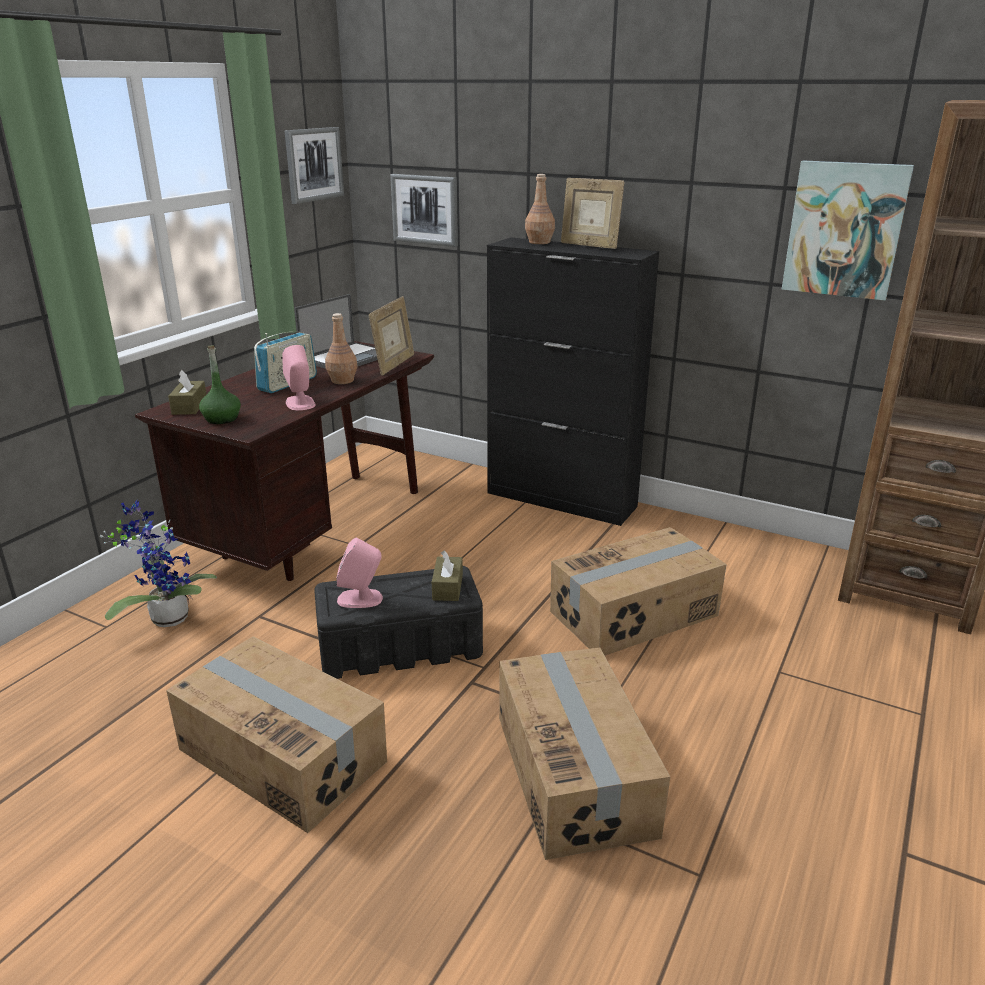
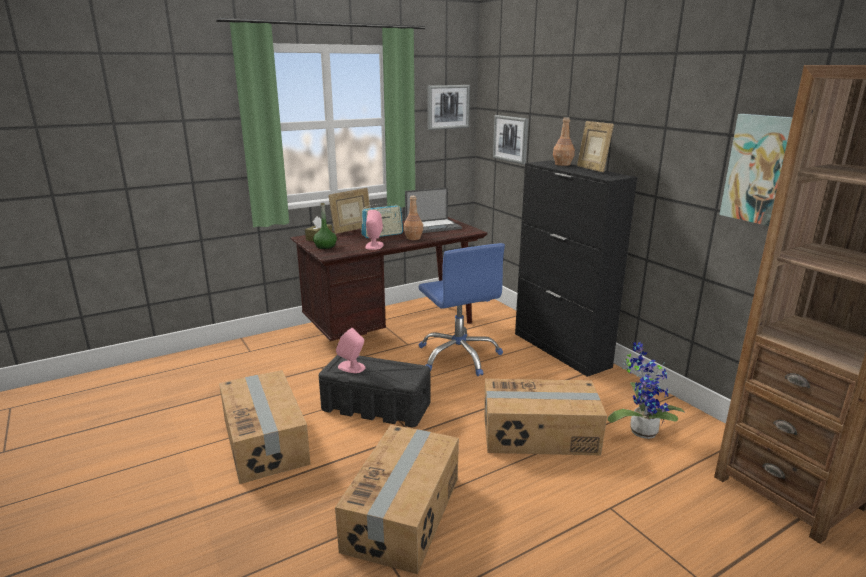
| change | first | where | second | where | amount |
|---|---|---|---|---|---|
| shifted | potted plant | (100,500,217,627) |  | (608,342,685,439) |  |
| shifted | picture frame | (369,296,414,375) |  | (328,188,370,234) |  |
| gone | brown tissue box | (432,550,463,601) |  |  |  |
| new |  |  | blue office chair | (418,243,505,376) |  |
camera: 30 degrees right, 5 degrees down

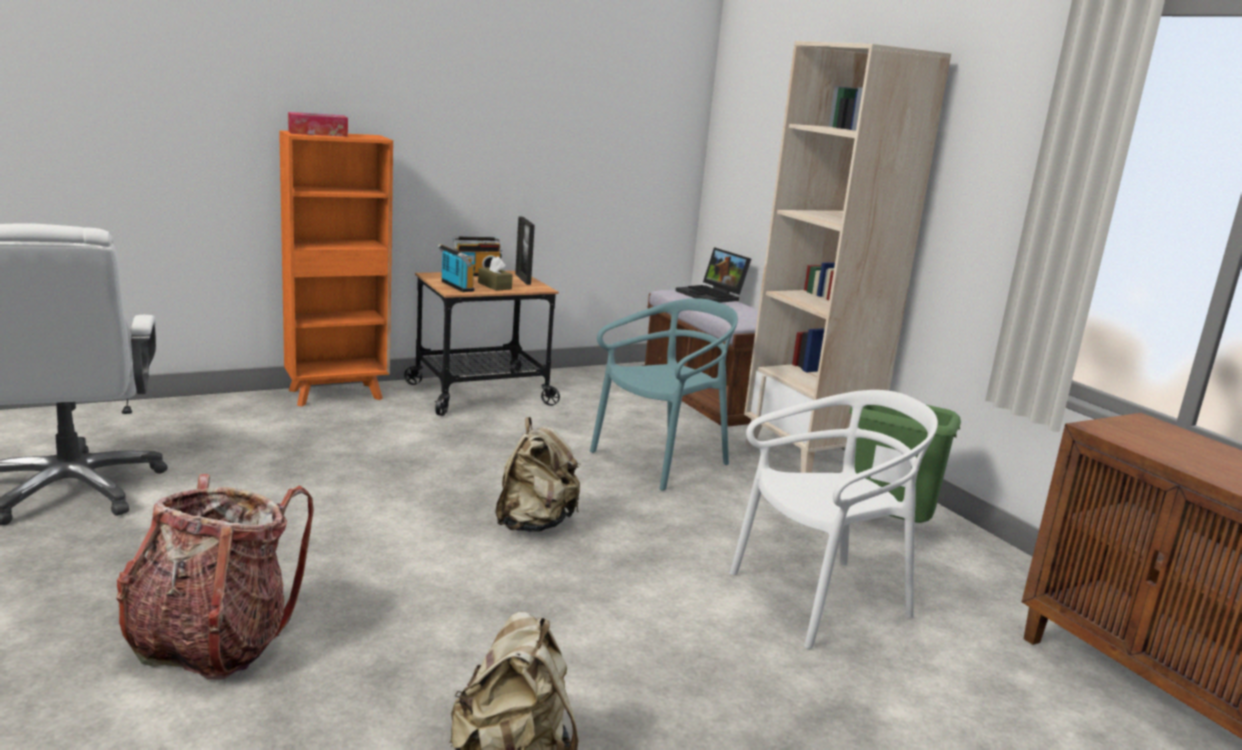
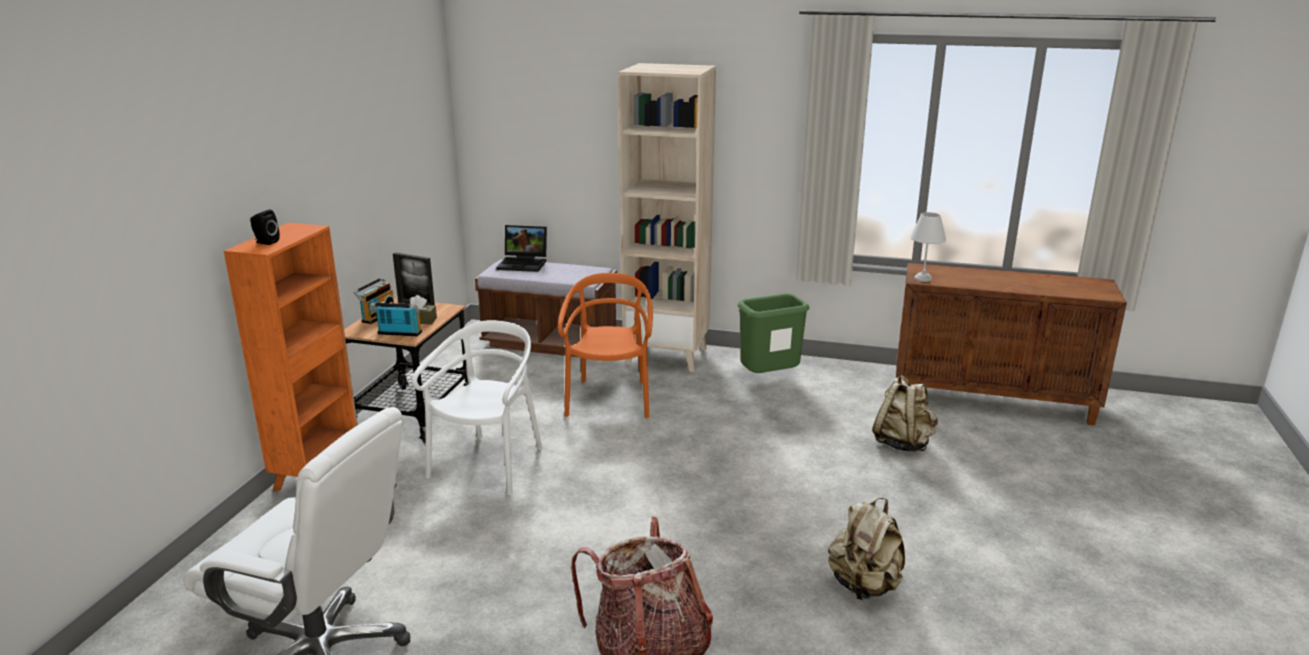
| change | first | where | second | where | amount |
|---|---|---|---|---|---|
| swapped | tissue box | (288,112,348,137) | black speaker | (250,209,280,245) |  |
| shifted | beige backpack | (495,417,580,532) |  | (872,375,938,452) |  |
| repainted | turquoise chair | (590,298,738,491) | orange chair | (558,273,653,418) |  |
| shifted | white chair | (729,390,938,649) |  | (412,320,542,495) |  |
| new |  |  | white table lamp | (910,212,946,282) |  |
camera: 45 degrees left, 5 degrees up

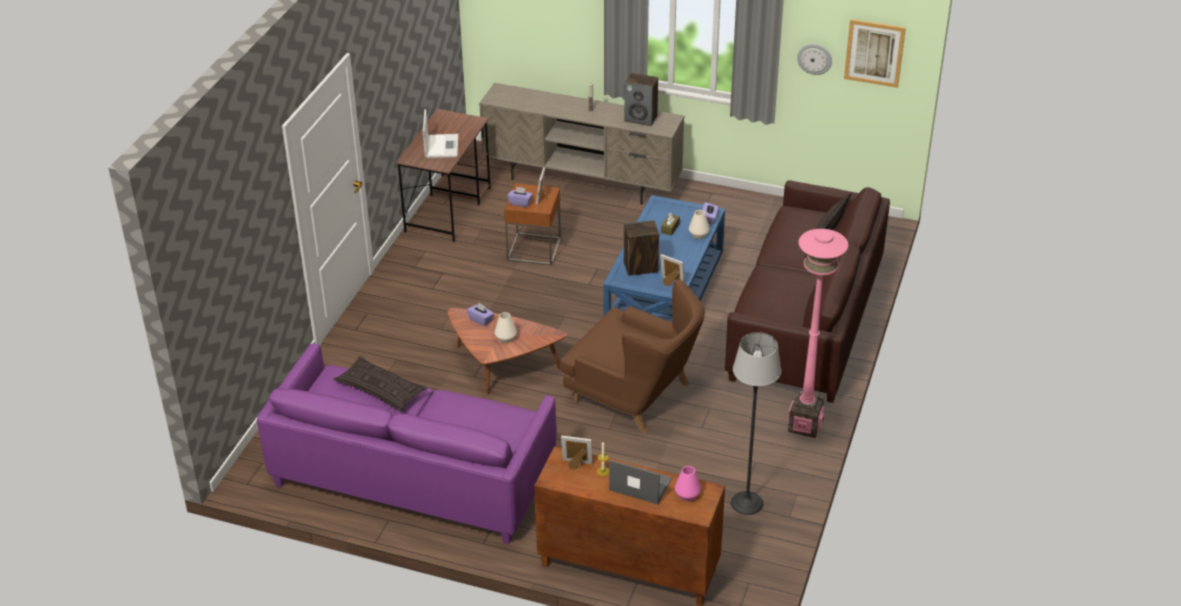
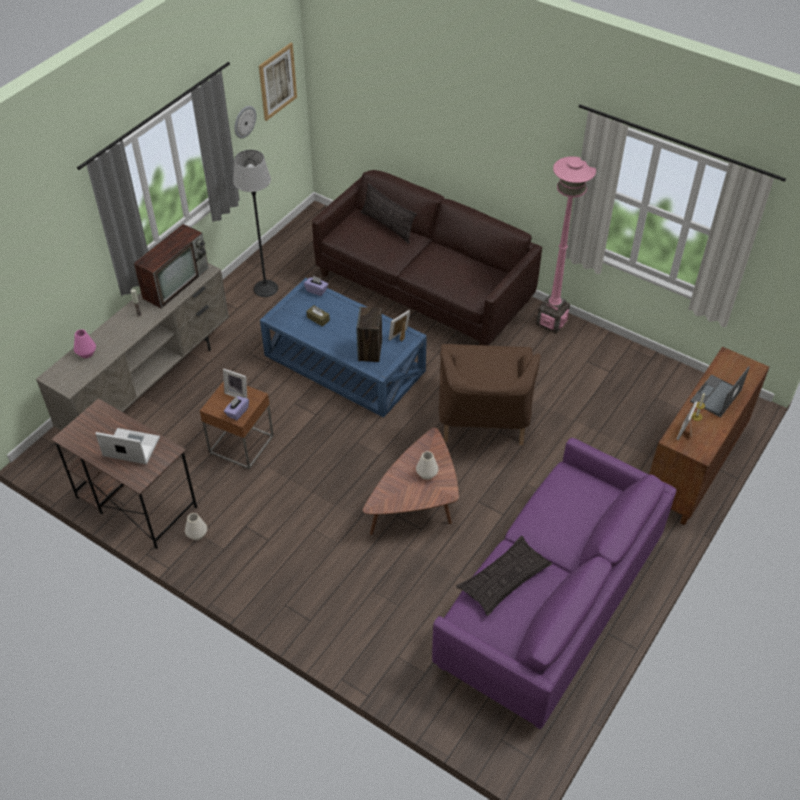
| change | first | where | second | where | amount |
|---|---|---|---|---|---|
| gone | purple tissue box | (467,302,494,326) |  |  |  |
| rotated | brown armchair | (561,279,705,433) |  | (439,344,541,445) | 135 degrees clockwise |
| swapped | speaker | (624,73,658,126) | television | (134,224,209,309) |  |
| shifted | pink vase | (675,466,701,501) |  | (74,329,96,358) |  |
| shifted | white vase | (689,210,710,239) |  | (185,513,207,540) |  |
| shifted | floor lamp | (731,332,781,515) |  | (233,150,278,297) |  |
camera: 75 degrees left, 10 degrees up

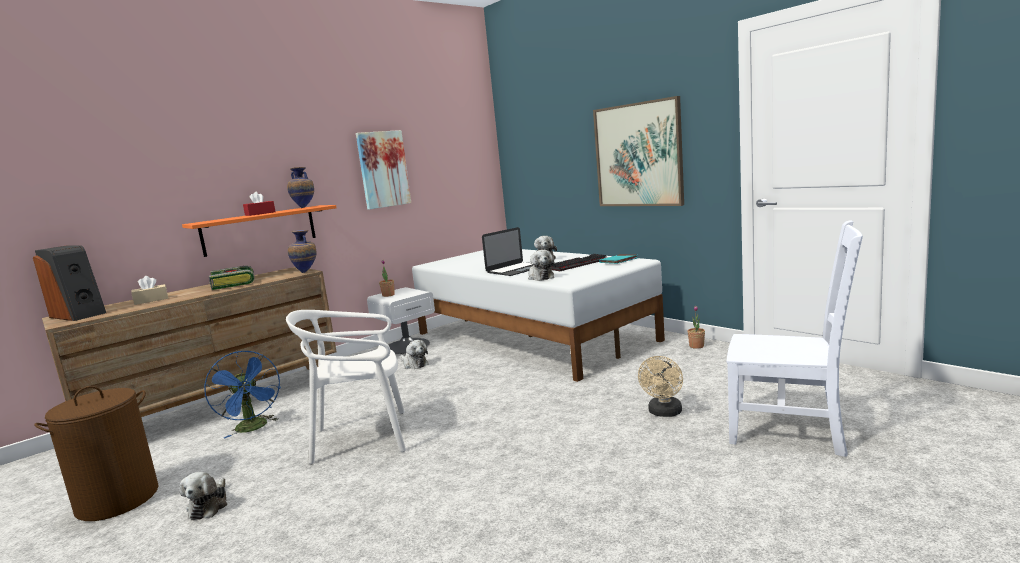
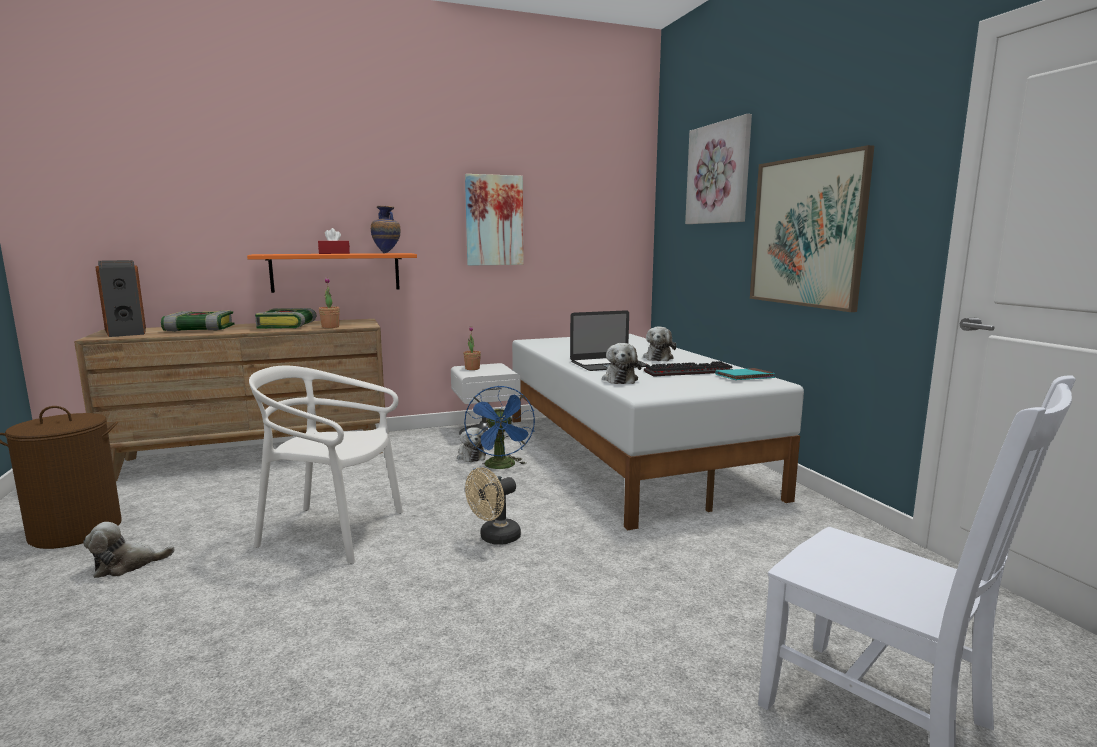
| change | first | where | second | where | amount |
|---|---|---|---|---|---|
| swapped | beige tissue box | (131,276,168,305) | book | (161,311,234,332) |  |
| rotated | plush toy | (179,472,227,520) |  | (84,522,175,578) | 45 degrees clockwise |
| shifted | blue fan | (204,351,281,438) |  | (464,386,535,469) |  |
| gone | vase | (288,230,316,273) |  |  |  |
| shifted | beige fan | (638,356,683,417) |  | (465,468,521,545) |  |
| shifted | potted plant | (687,306,705,349) |  | (319,277,340,328) |  |
| new |  |  | picture | (685,114,752,224) |  |
camera: 20 degrees right, 0 degrees up

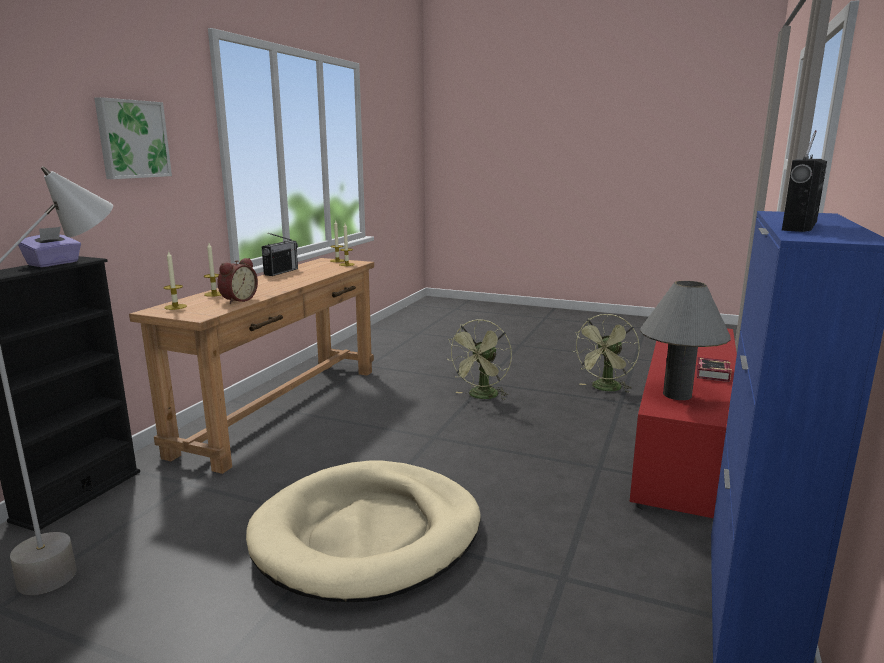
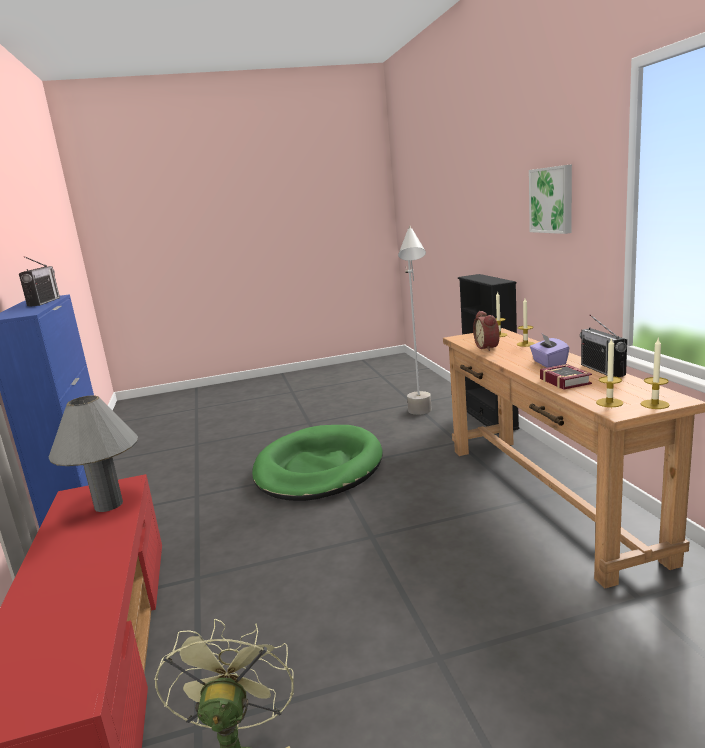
| change | first | where | second | where | amount |
|---|---|---|---|---|---|
| shifted | purple tissue box | (18,227,81,267) |  | (530,334,569,368) |  |
| repainted | beige dog bed | (246,461,481,602) | green dog bed | (252,425,382,501) |  |
| gone | green fan | (448,319,512,400) |  |  |  |
| shifted | book | (697,357,732,382) |  | (540,364,592,390) |  |
camera: 145 degrees right, 0 degrees up

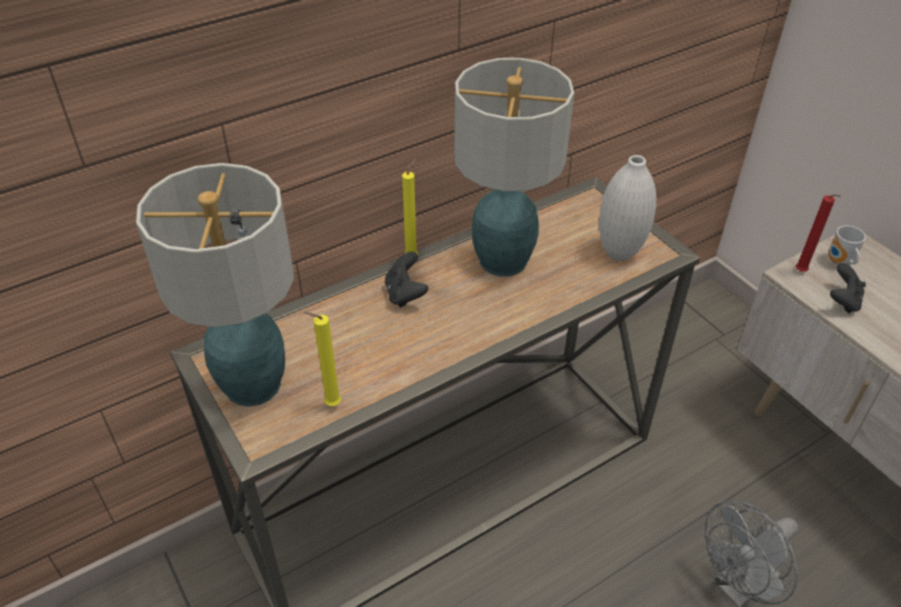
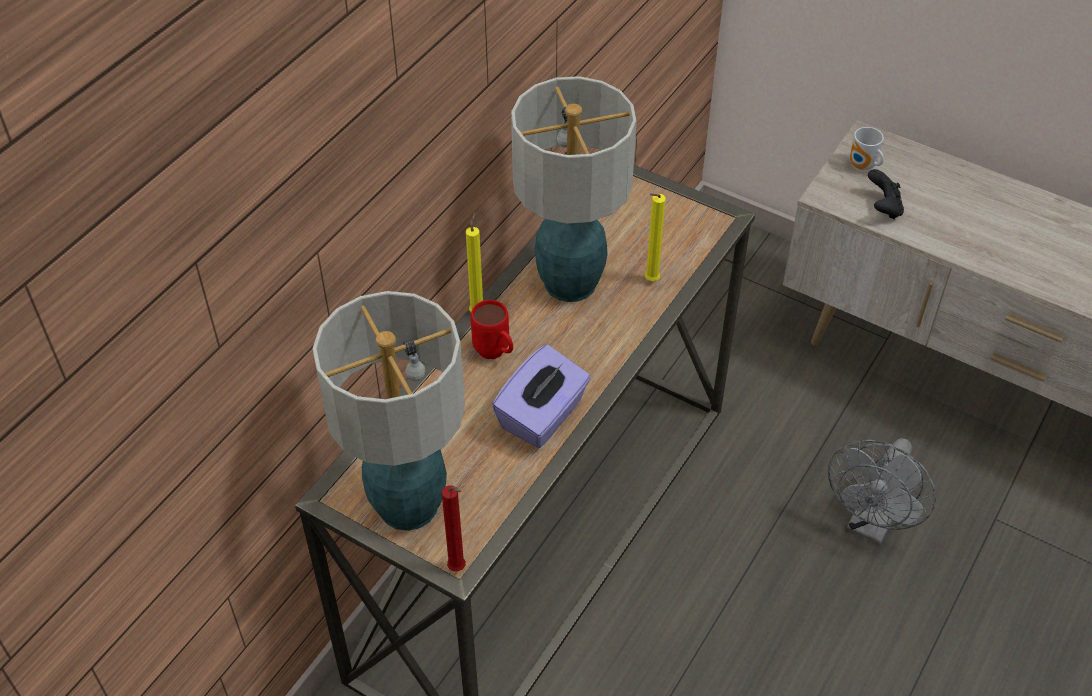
| change | first | where | second | where | amount |
|---|---|---|---|---|---|
| shifted | yellow candle | (304,312,341,406) |  | (645,194,666,281) |  |
| swapped | black game controller | (385,252,428,307) | red mug | (471,300,513,359) |  |
| gone | white vase | (599,155,656,261) |  |  |  |
| shifted | red candle | (796,194,841,272) |  | (442,486,466,571) |  |
| new |  |  | purple tissue box | (492,344,591,448) |  |
camera: 25 degrees left, 5 degrees up

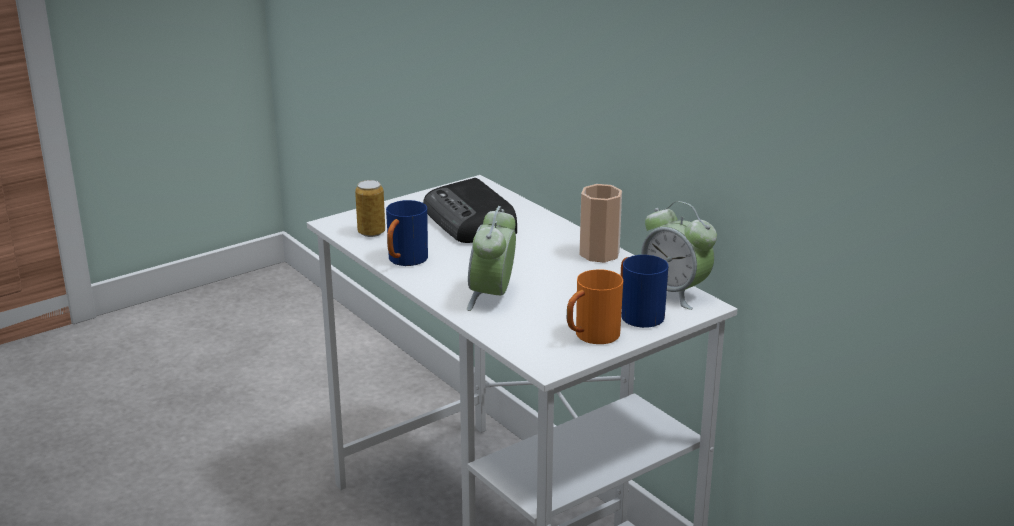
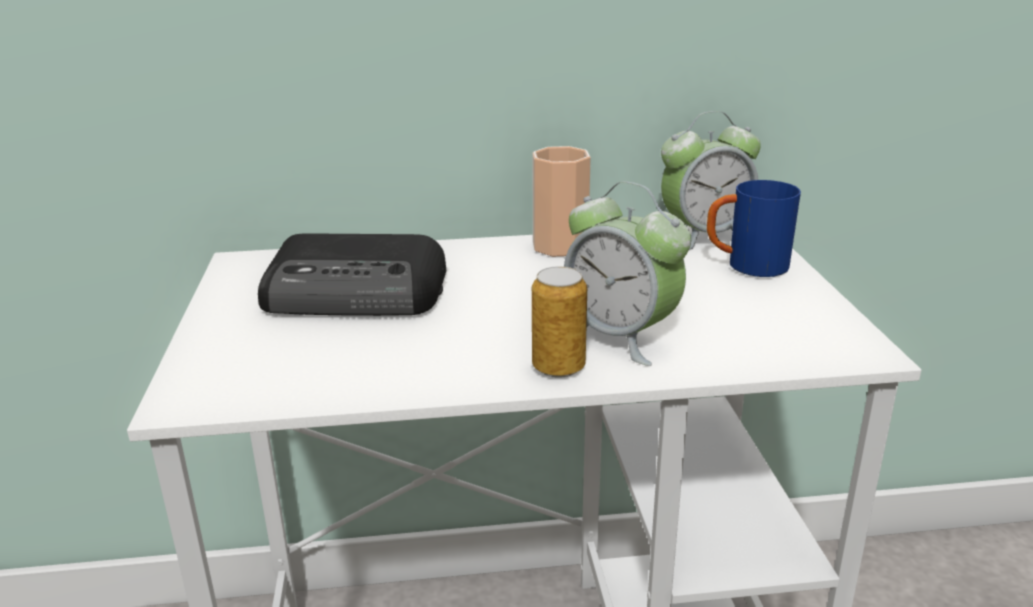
| change | first | where | second | where | amount |
|---|---|---|---|---|---|
| shifted | can | (355,180,385,237) |  | (532,266,587,378) |  |
| gone | blue mug | (386,200,428,266) |  |  |  |
| gone | orange mug | (567,269,623,344) |  |  |  |
camera: 60 degrees left, 0 degrees up

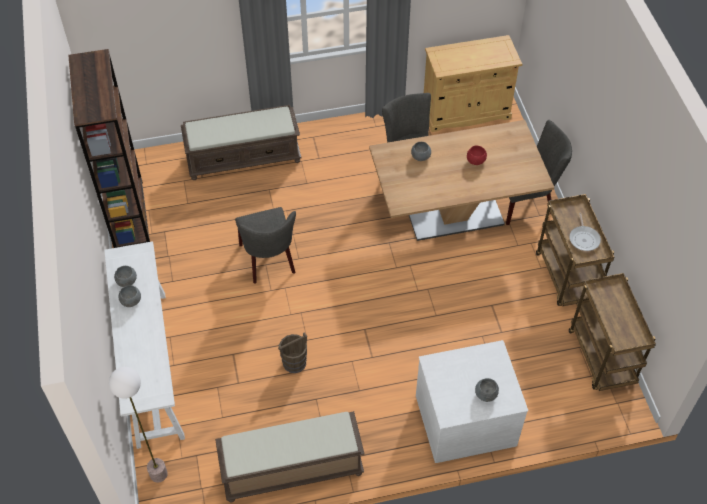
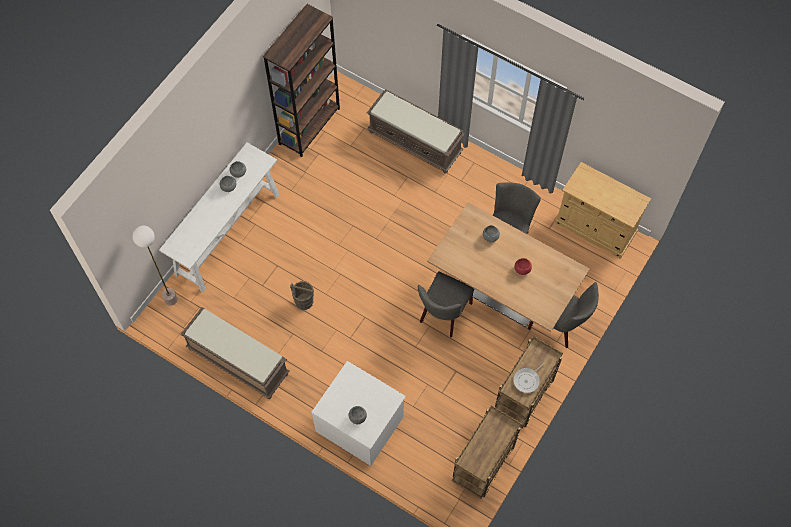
| change | first | where | second | where | amount |
|---|---|---|---|---|---|
| shifted | grey chair | (235,207,296,284) |  | (418,271,475,337) |  |
camera: 45 degrees right, 10 degrees up

